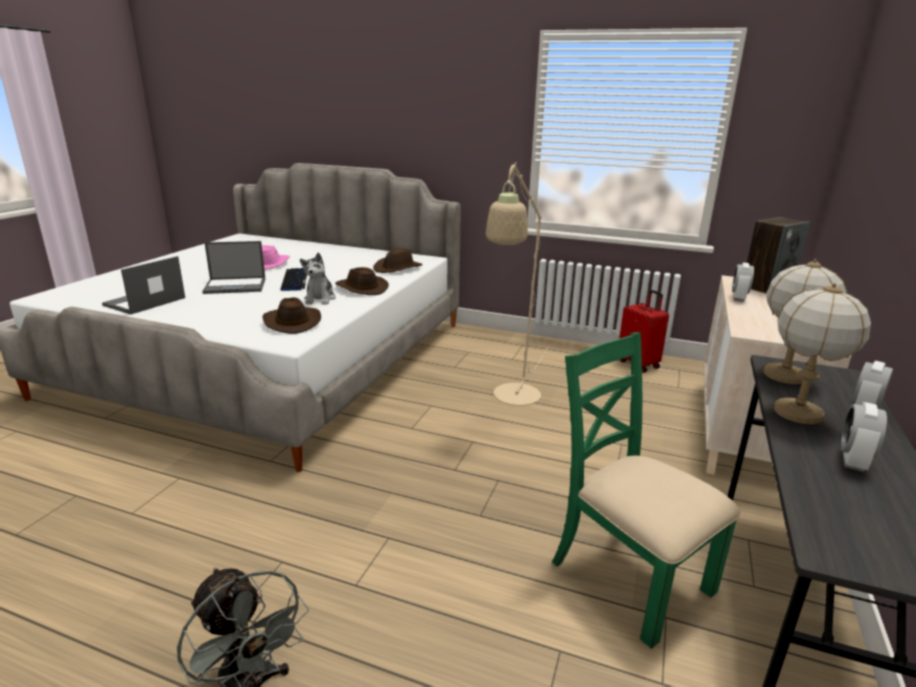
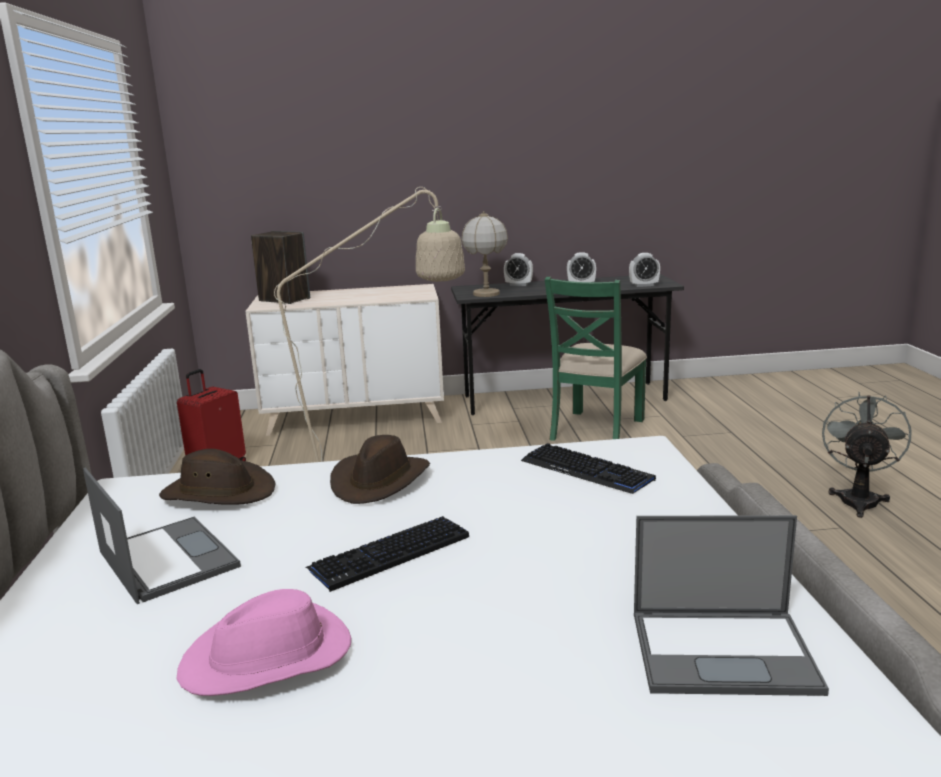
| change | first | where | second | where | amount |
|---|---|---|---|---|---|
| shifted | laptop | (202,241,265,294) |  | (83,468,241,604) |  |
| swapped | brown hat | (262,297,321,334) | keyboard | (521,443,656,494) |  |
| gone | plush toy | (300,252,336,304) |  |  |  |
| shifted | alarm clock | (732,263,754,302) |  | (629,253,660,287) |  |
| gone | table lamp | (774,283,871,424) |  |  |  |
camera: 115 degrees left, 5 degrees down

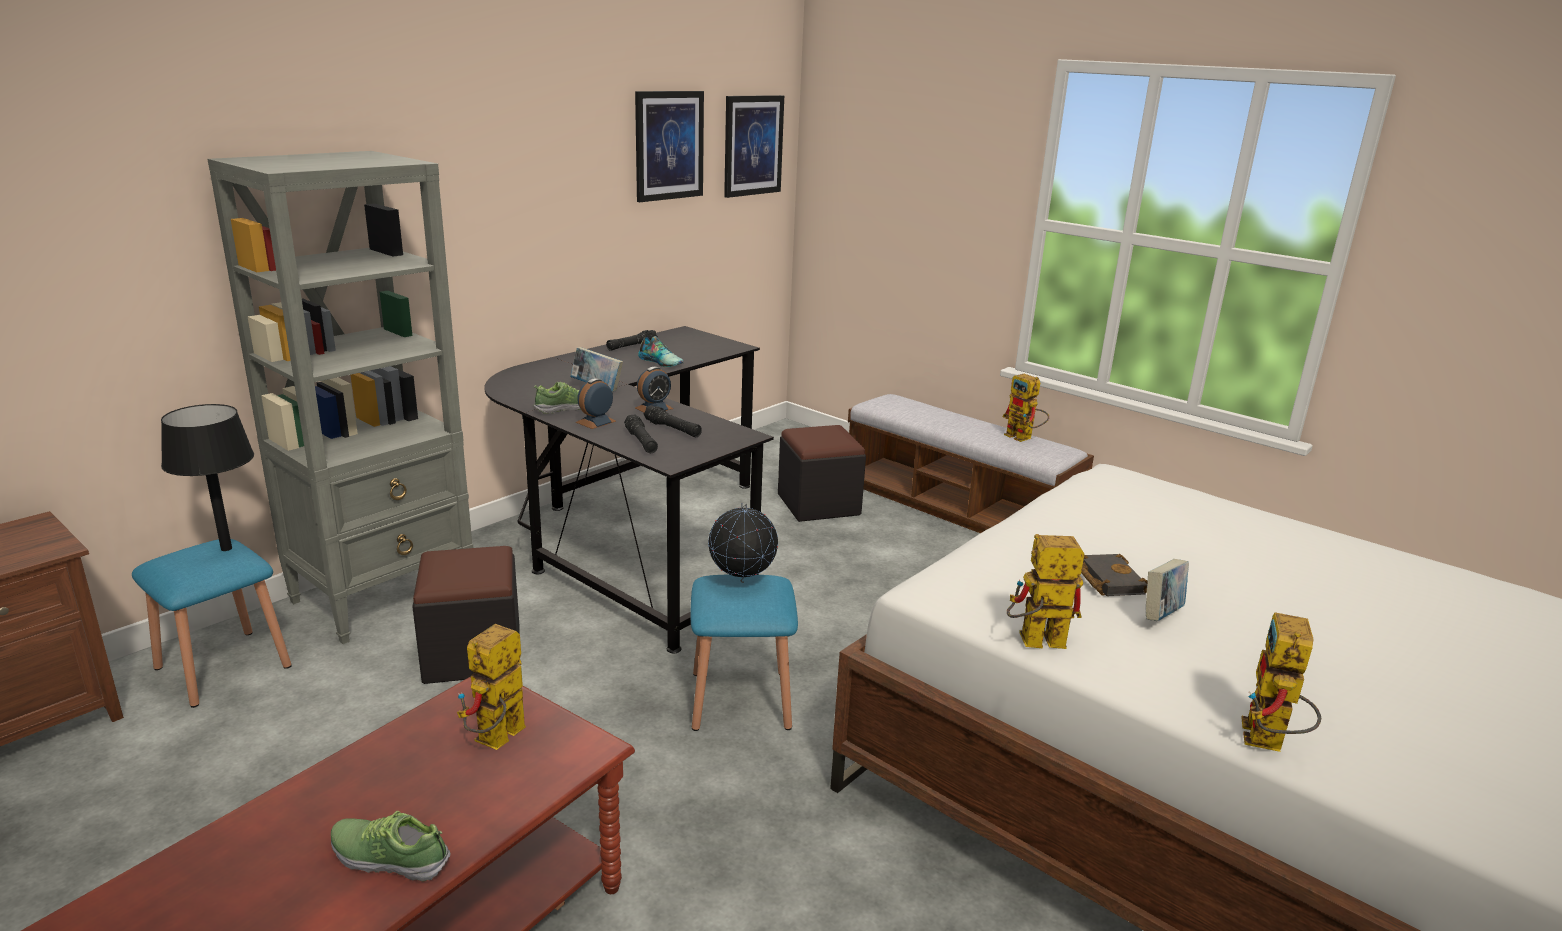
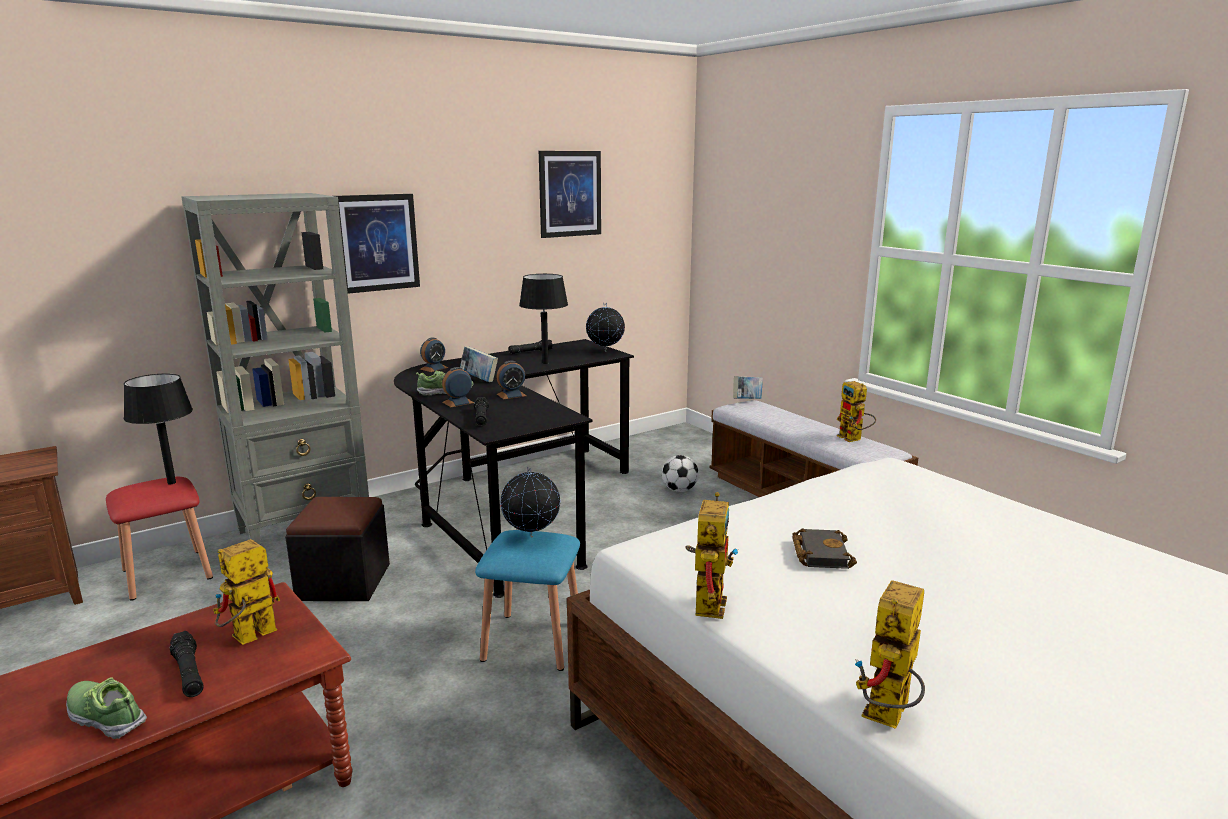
| change | first | where | second | where | amount |
|---|---|---|---|---|---|
| repainted | blue stool | (132,539,292,708) | red stool | (106,477,213,601) |  |
| swapped | shoe | (638,336,683,367) | black table lamp | (519,274,568,364) |  |
| shifted | black flashlight | (644,405,702,437) |  | (169,631,204,697) |  |
| shifted | picture | (724,95,784,198) |  | (335,194,420,294) |  |
| swapped | black ottoman | (778,425,866,522) | football | (662,455,699,492) |  |
| rotated | toy robot | (1007,534,1085,649) |  | (686,492,738,619) | 90 degrees clockwise |
| shifted | book | (1146,559,1189,621) |  | (733,376,763,399) |  |
| new |  |  | alarm clock | (420,337,448,372) |  |
| new |  |  | globe | (586,303,625,350) |  |
camera: 15 degrees right, 5 degrees down

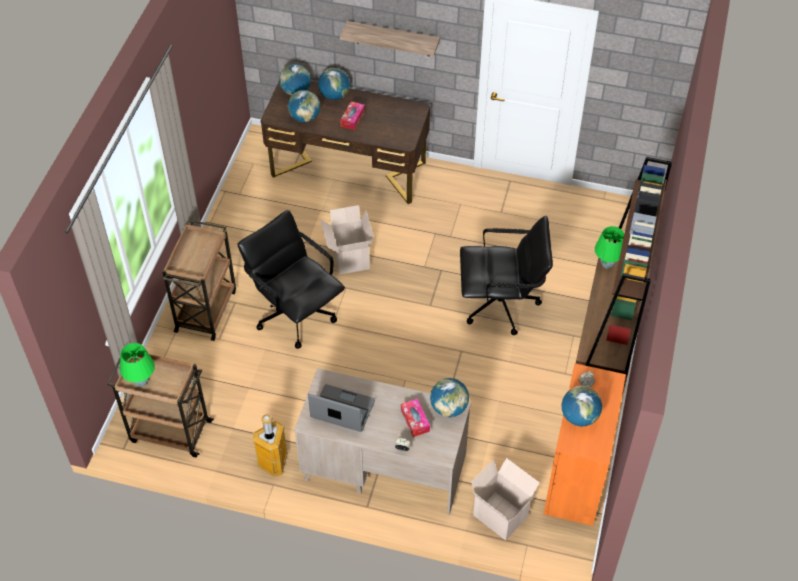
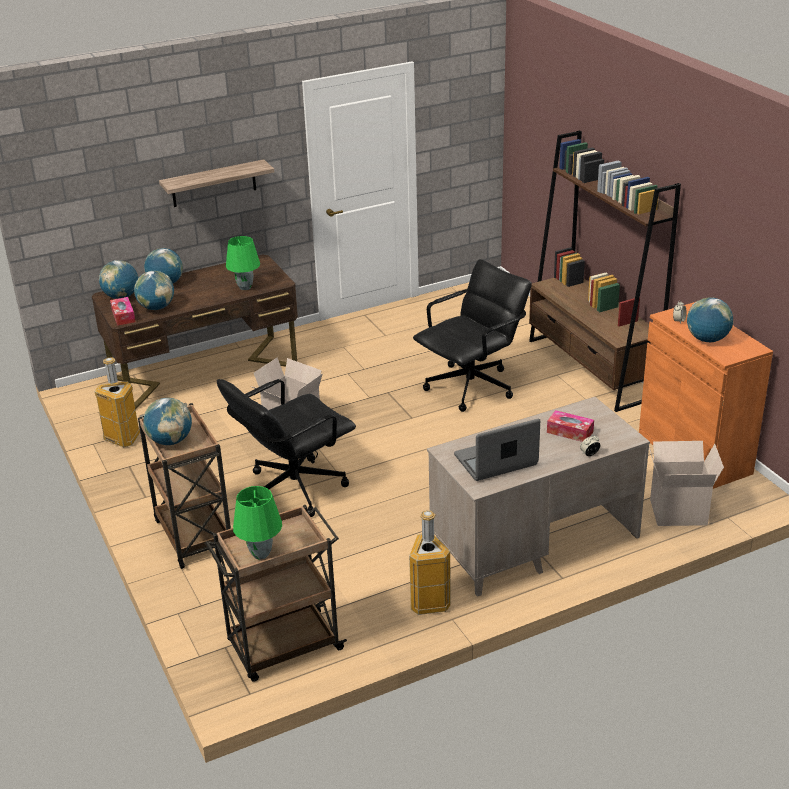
| change | first | where | second | where | amount |
|---|---|---|---|---|---|
| rotated | black office chair | (238,210,345,349) |  | (217,379,356,517) | 45 degrees counterclockwise |
| shifted | tissue box | (340,101,365,130) |  | (110,297,135,326) |  |
| shifted | globe | (430,378,469,417) |  | (143,398,192,445) |  |
| shifted | green table lamp | (595,226,624,269) |  | (226,236,260,290) |  |
| new |  |  | trash can | (94,357,140,447) |  |
camera: 40 degrees left, 20 degrees down

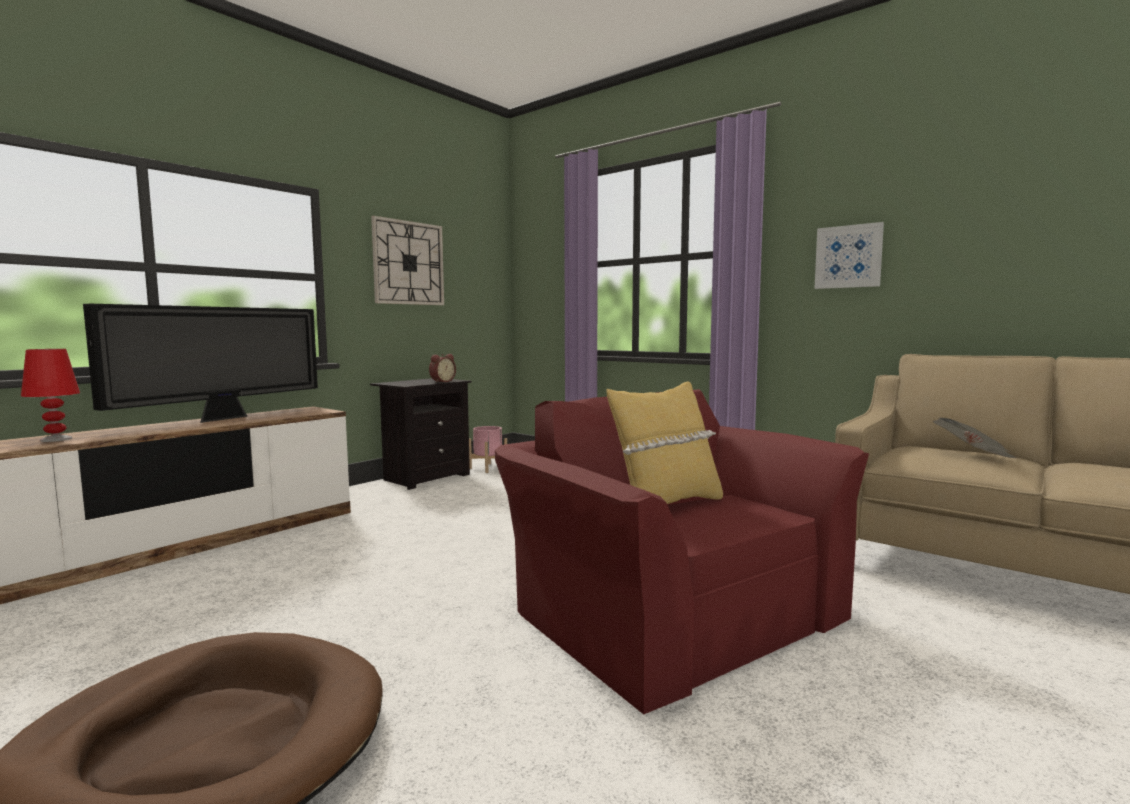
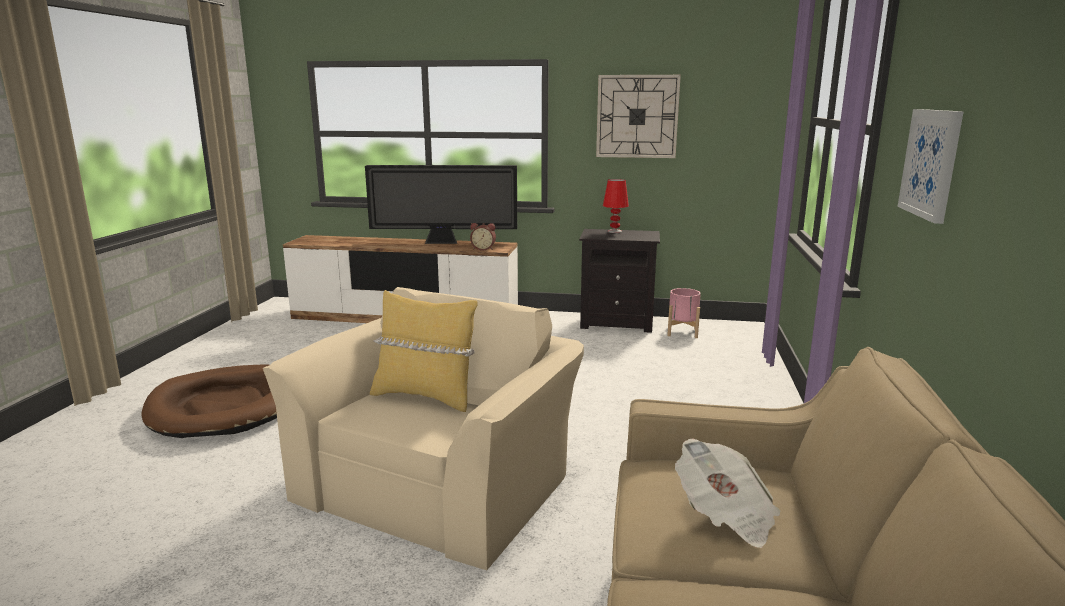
| change | first | where | second | where | amount |
|---|---|---|---|---|---|
| shifted | red table lamp | (21,349,80,442) |  | (603,179,629,233) |  |
| shifted | alarm clock | (429,354,456,383) |  | (470,223,496,250) |  |
| repainted | red armchair | (495,389,869,714) | beige armchair | (263,287,584,570) |  |
camera: 60 degrees right, 10 degrees up

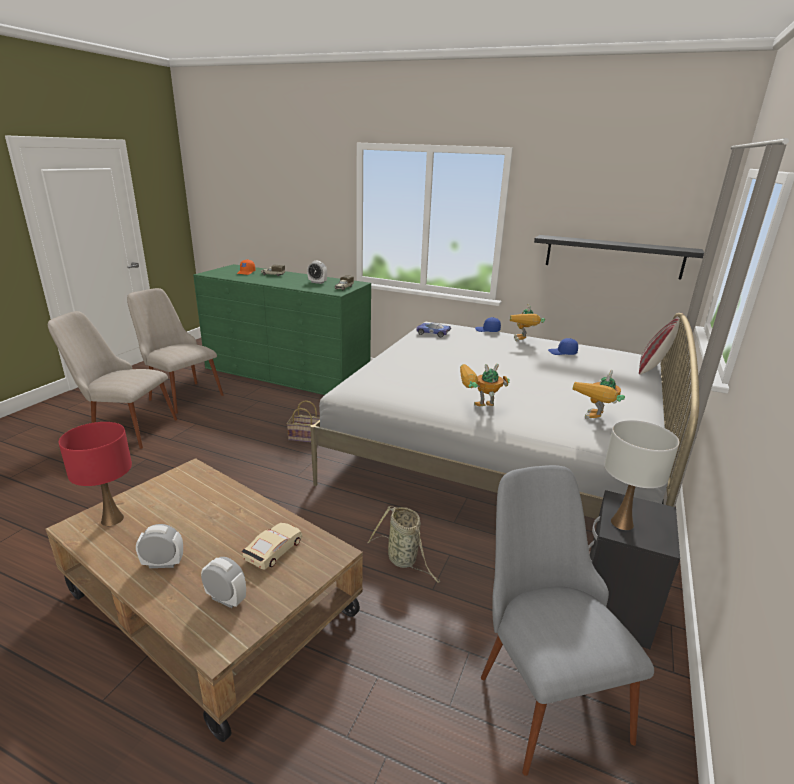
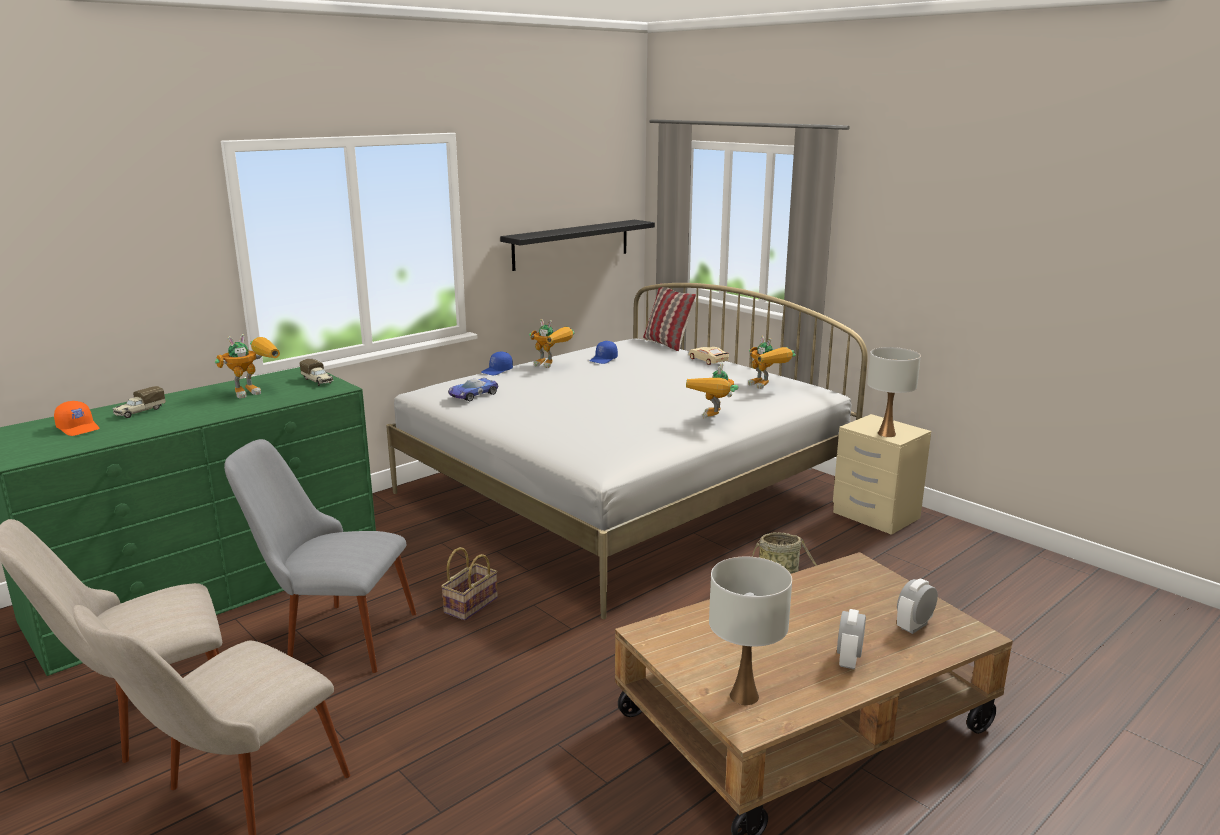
| change | first | where | second | where | amount |
|---|---|---|---|---|---|
| repainted | red table lamp | (59,422,132,526) | white table lamp | (709,556,792,705) |  |
| shifted | beige toy car | (242,523,302,569) |  | (689,347,729,365) |  |
| swapped | alarm clock | (307,261,327,284) | toy robot | (215,334,280,398) |  |
| shifted | grey chair | (481,465,654,776) |  | (224,439,416,673) |  |
| repainted | black nightstand | (588,490,680,649) | beige nightstand | (833,414,931,535) |  |
camera: 65 degrees left, 5 degrees down

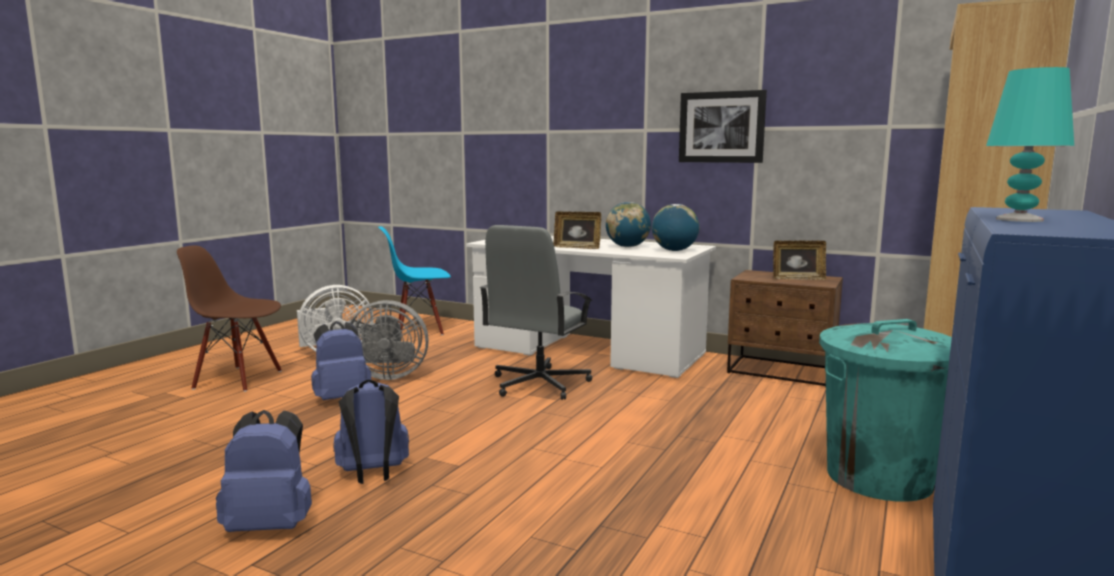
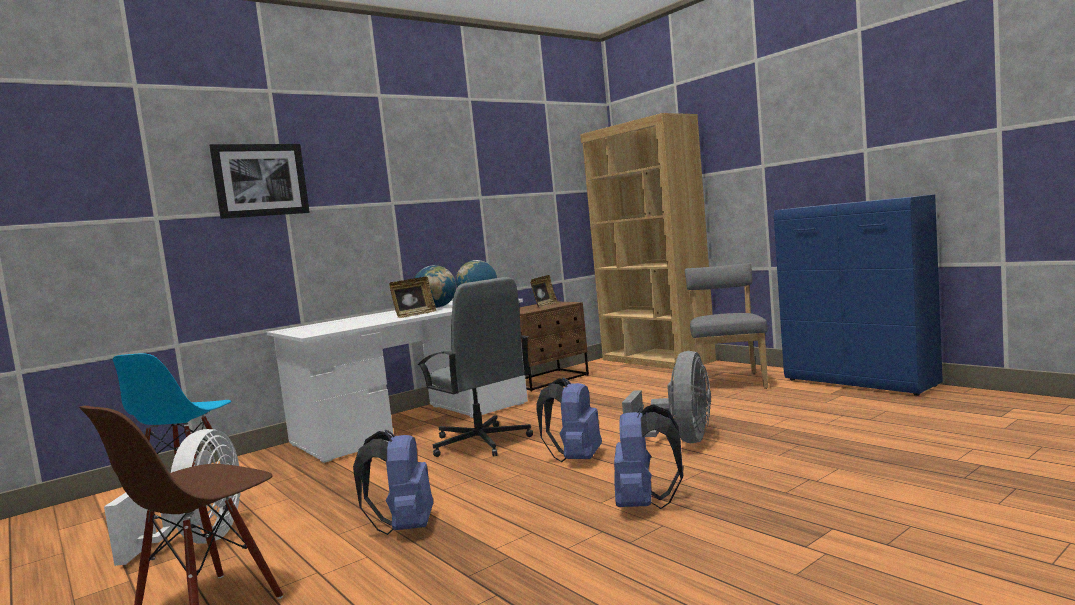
| change | first | where | second | where | amount |
|---|---|---|---|---|---|
| shifted | blue backpack | (216,410,312,532) |  | (536,377,602,462) |  |
| shifted | grey fan | (350,300,429,380) |  | (622,351,711,443) |  |
| shifted | picture | (679,90,767,163) |  | (209,144,310,219) |  |
| swapped | turquoise trash can | (819,319,952,502) | grey chair | (685,263,768,389) |  |
| gone | turquoise table lamp | (986,67,1074,222) |  |  |  |
camera: 65 degrees left, 5 degrees down

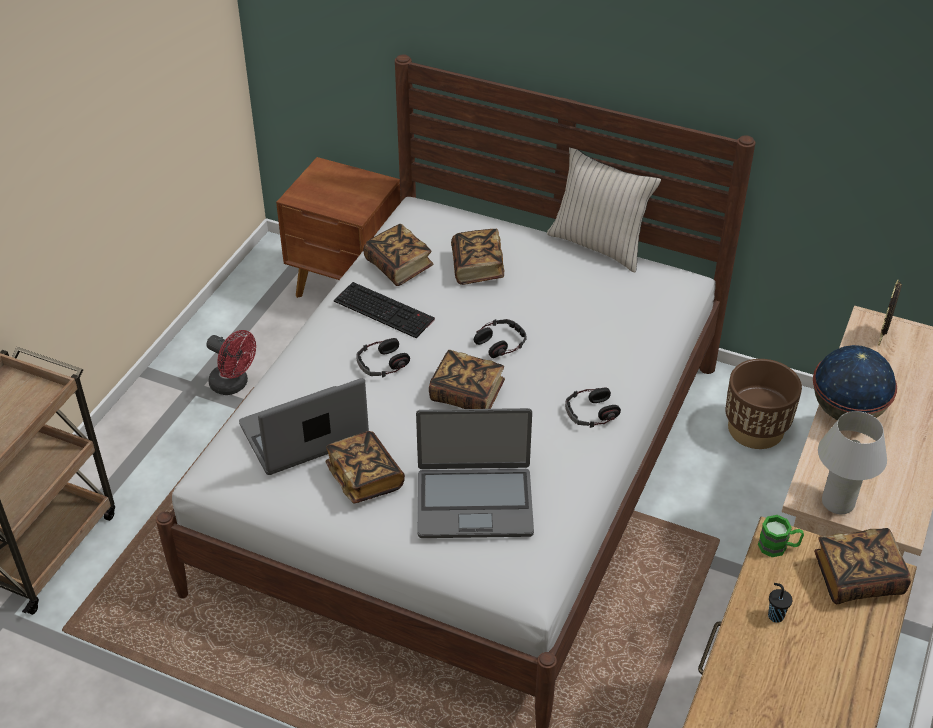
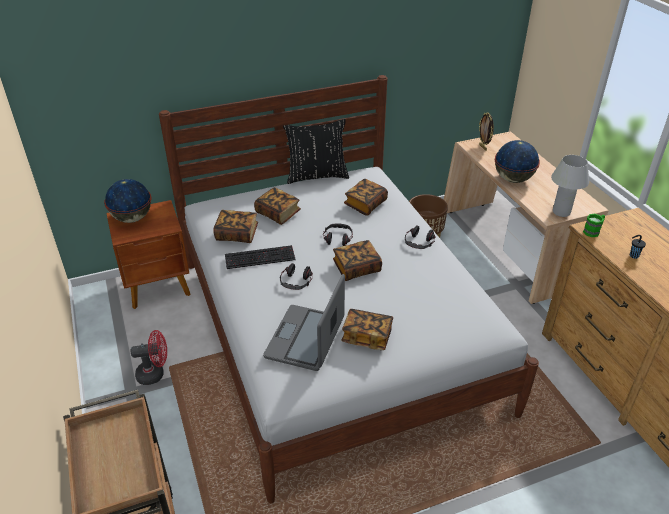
| change | first | where | second | where | amount |
|---|---|---|---|---|---|
| gone | laptop | (416,408,534,538) |  |  |  |
| repainted | beige pillow | (547,147,661,273) | black pillow | (283,119,349,184) |  |
| shifted | book | (814,528,911,604) |  | (344,179,388,216) |  |
| new |  |  | globe | (104,179,151,223) |  |
camera: 45 degrees left, 5 degrees down

